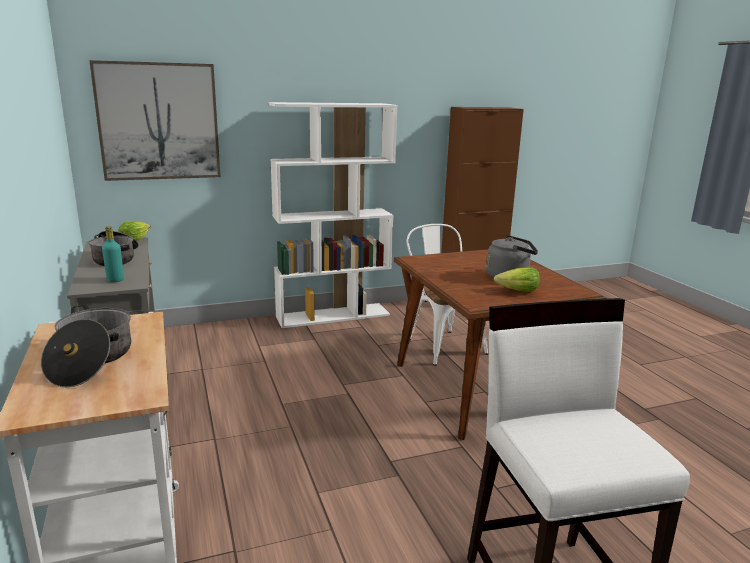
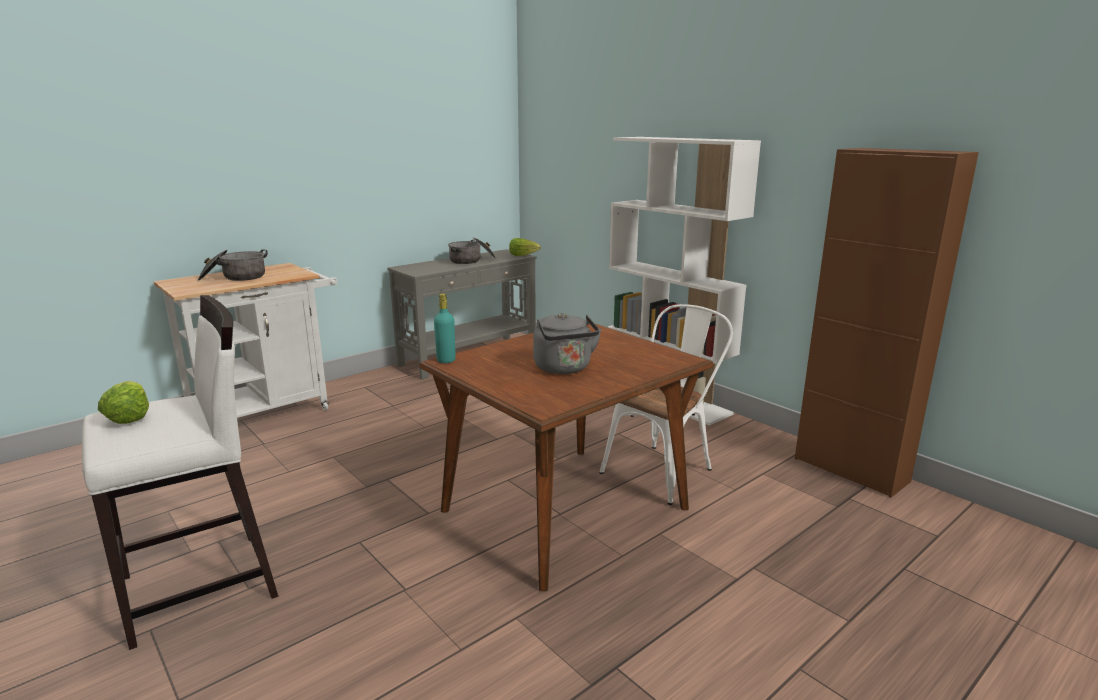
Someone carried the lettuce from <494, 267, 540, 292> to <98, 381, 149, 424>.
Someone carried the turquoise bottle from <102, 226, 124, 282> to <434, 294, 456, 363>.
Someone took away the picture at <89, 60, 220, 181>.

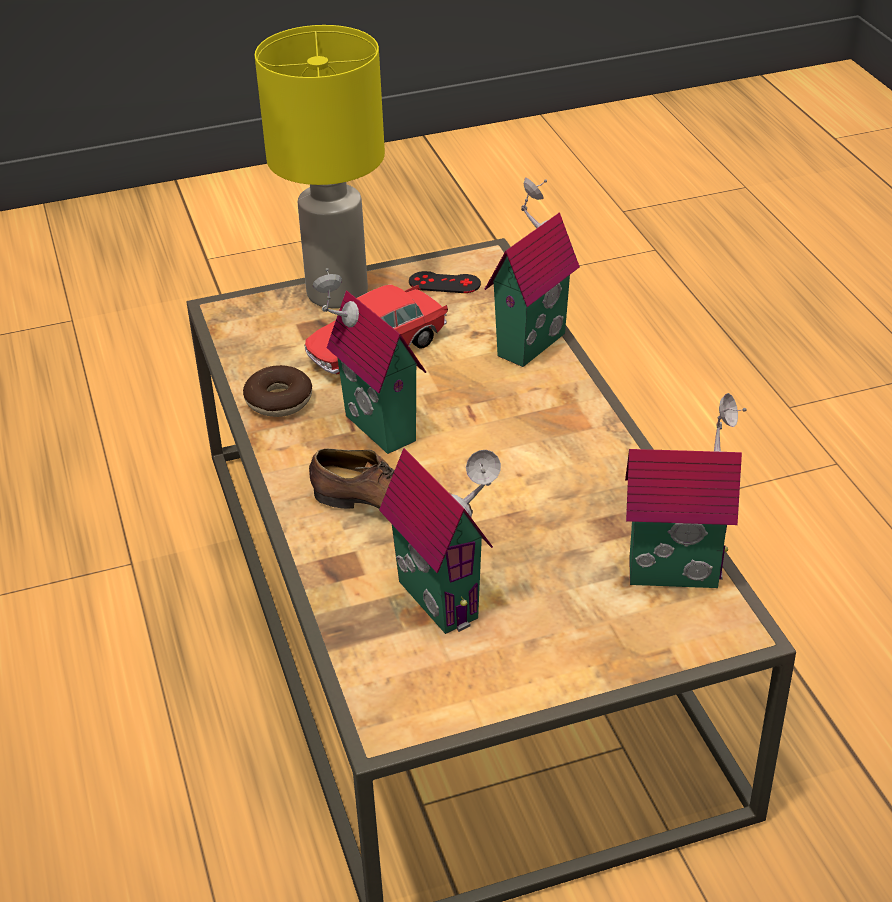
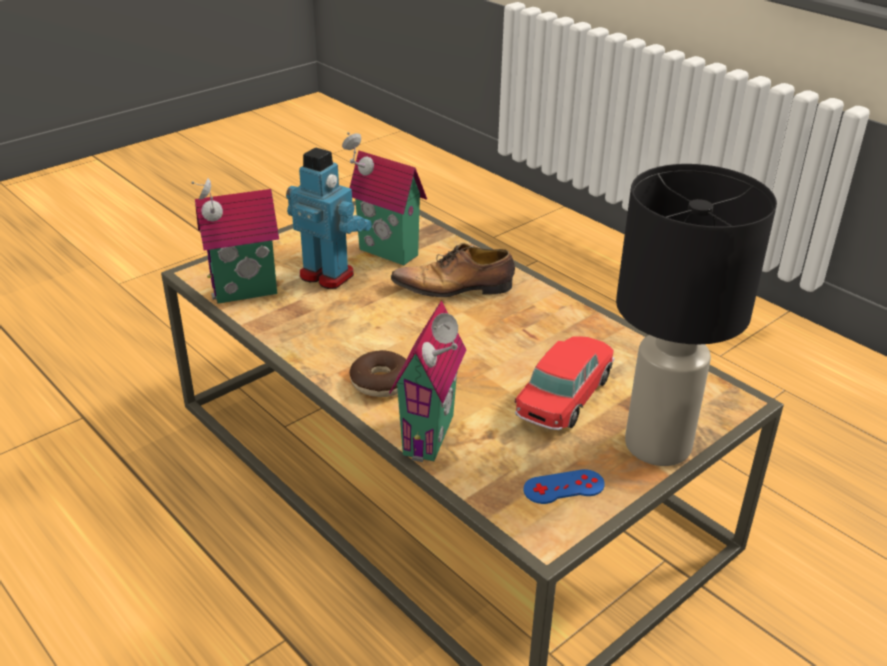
Someone put down the toy robot at <286, 147, 372, 289>.
Someone carried the donut from <243, 365, 312, 417> to <349, 350, 406, 397>.
Someone repainted the black game controller at <409, 271, 481, 293>, which became the blue game controller at <523, 469, 605, 504>.
Someone repainted the yellow table lamp at <255, 25, 385, 309>, which became the black table lamp at <616, 164, 777, 466>.
Someone took away the toy house at <313, 268, 426, 454>.

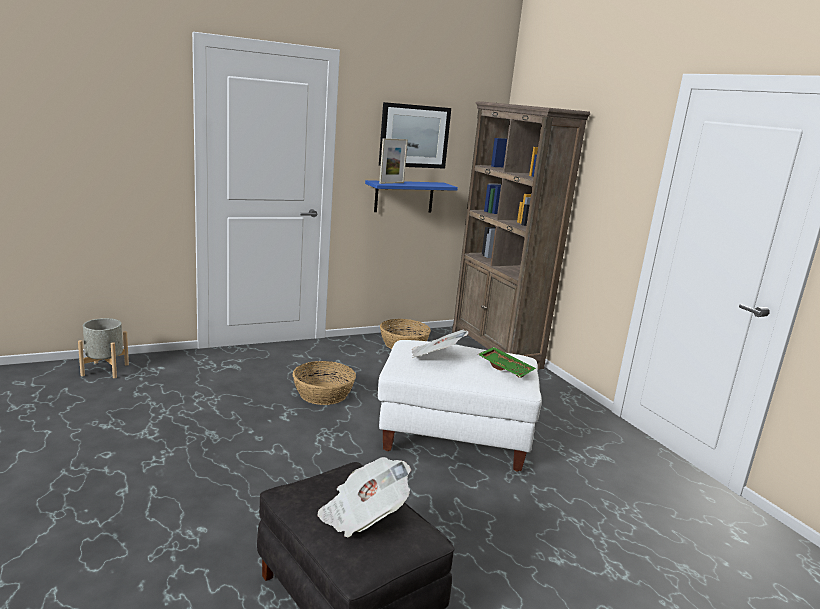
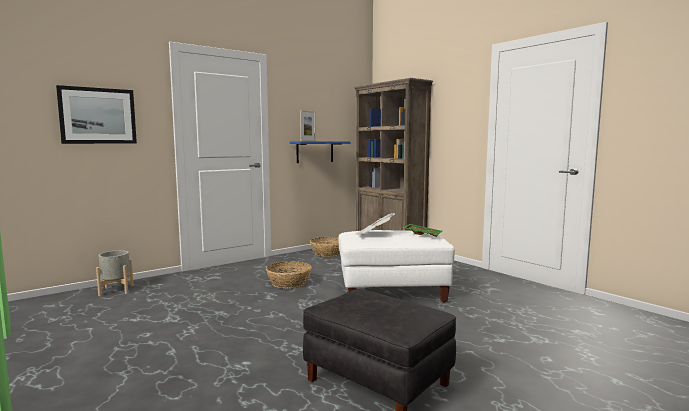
Someone carried the picture from <379, 102, 451, 169> to <56, 85, 137, 144>.
Someone took away the newspaper at <317, 457, 411, 537>.

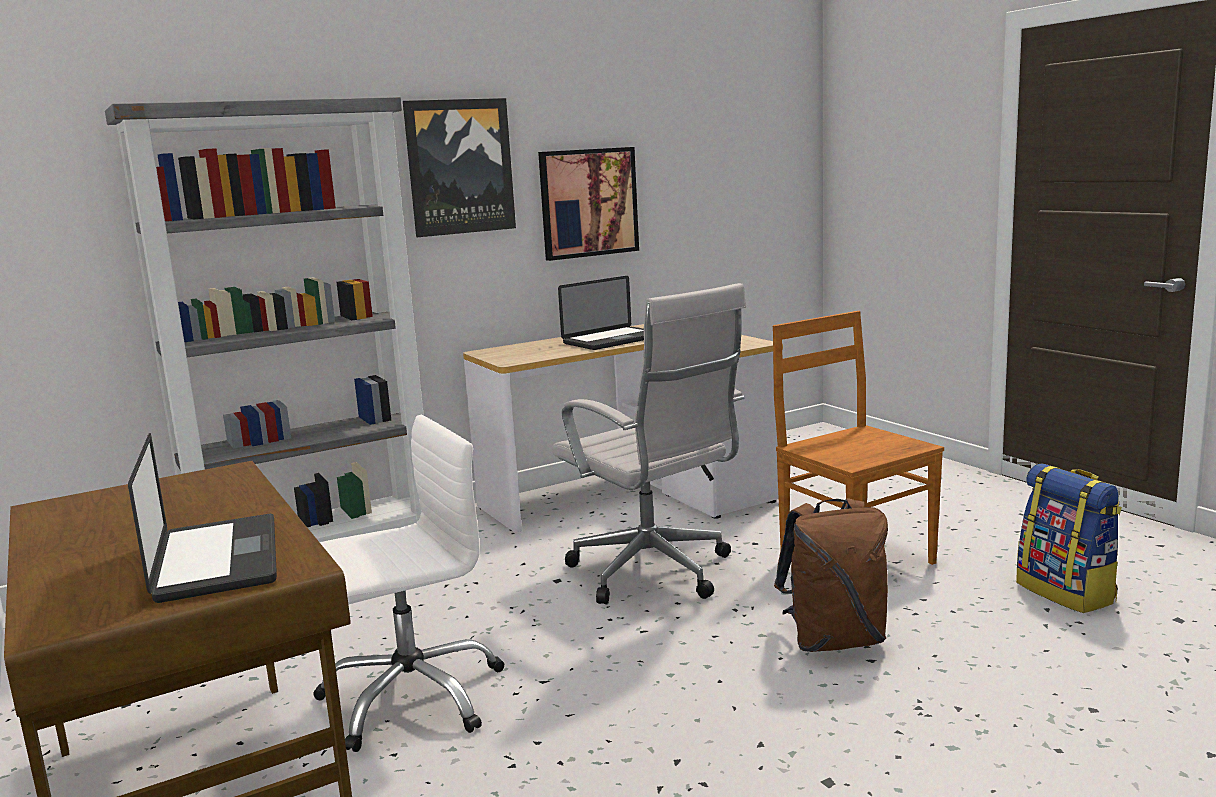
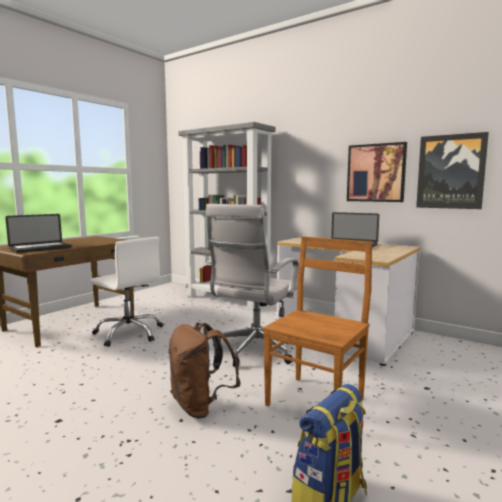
Someone carried the picture from <403, 98, 516, 237> to <416, 132, 489, 209>.

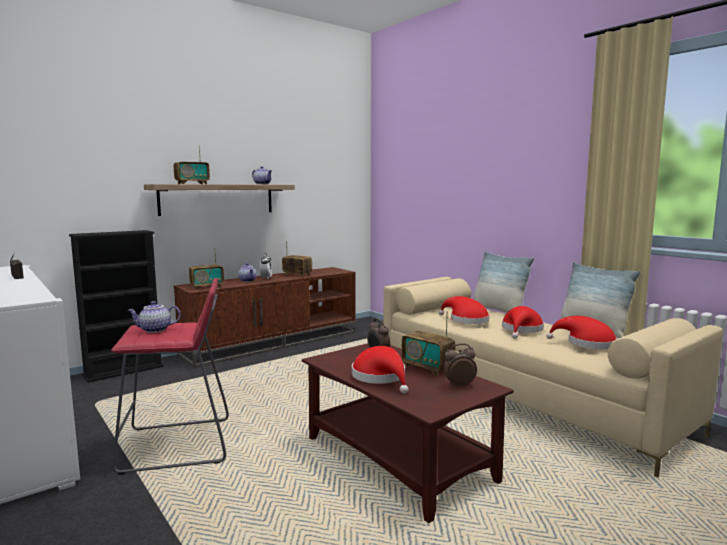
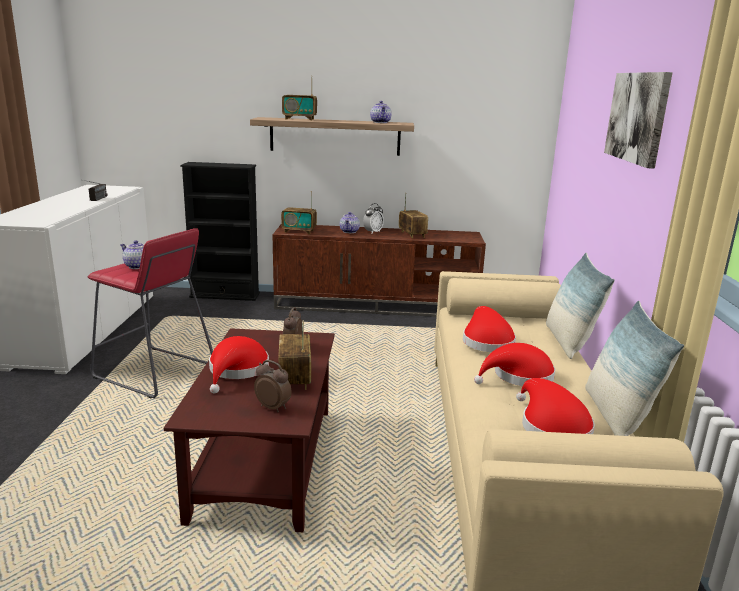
Someone put up the picture at <604, 72, 673, 169>.

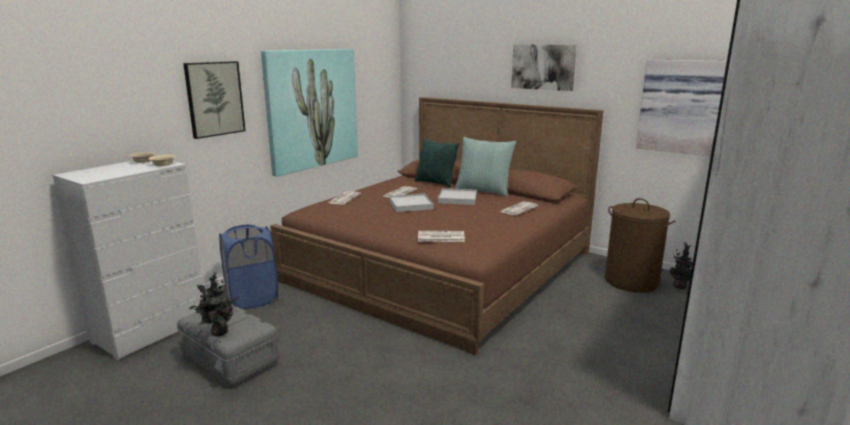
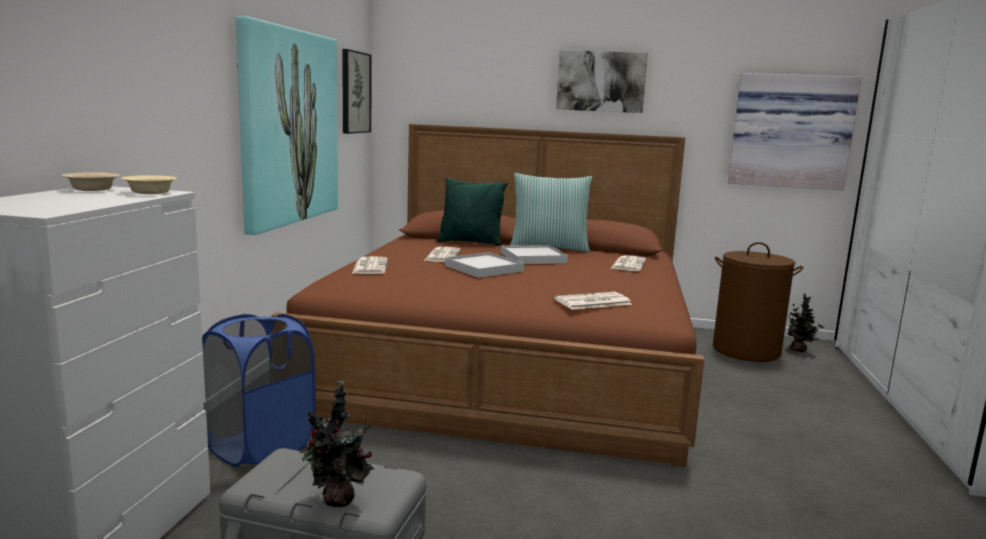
Someone carried the picture from <183, 61, 246, 139> to <342, 49, 372, 134>.

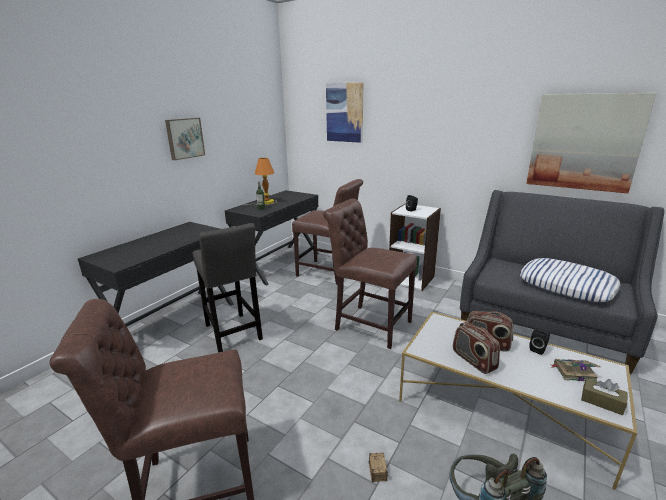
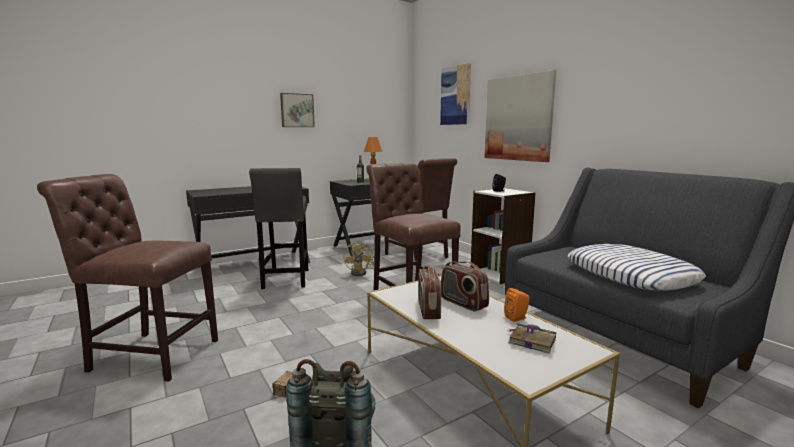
Someone put down the yellow fan at <344, 241, 374, 276>.
Someone carried the picture from <526, 93, 657, 193> to <484, 70, 557, 162>.
Someone repainted the black speaker at <529, 328, 550, 355>, which became the orange speaker at <504, 288, 530, 322>.
Someone took away the brown tissue box at <581, 378, 628, 415>.

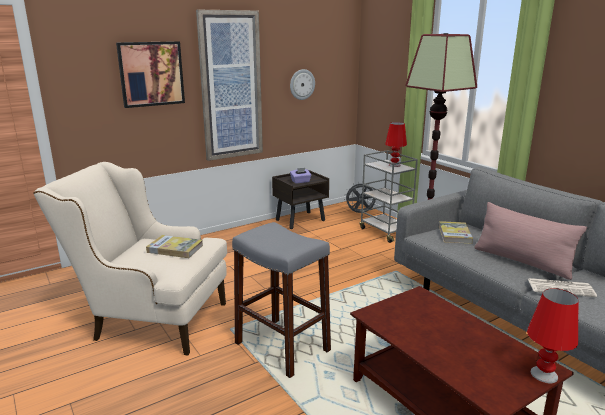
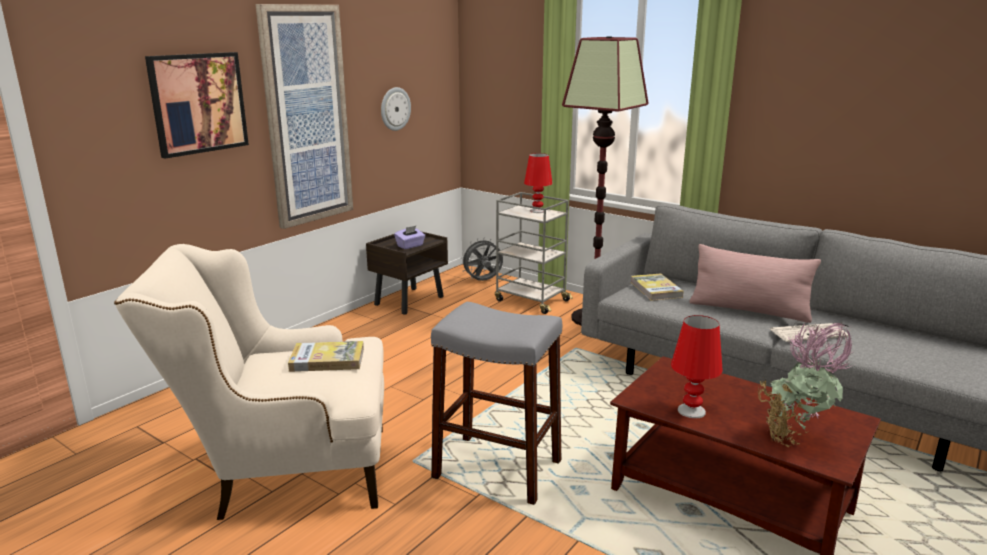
Someone carried the red table lamp from <527, 288, 578, 383> to <671, 315, 723, 419>.
Someone put down the potted plant at <758, 323, 854, 447>.

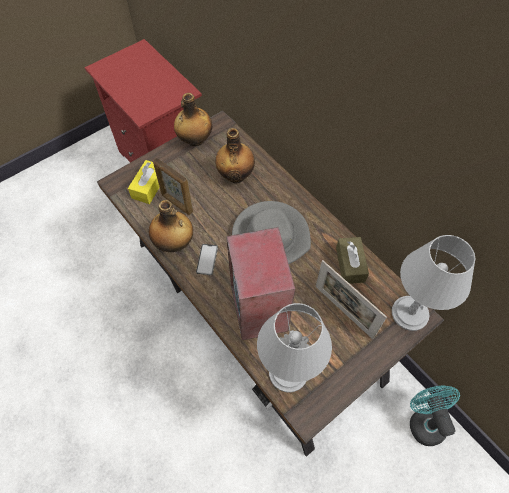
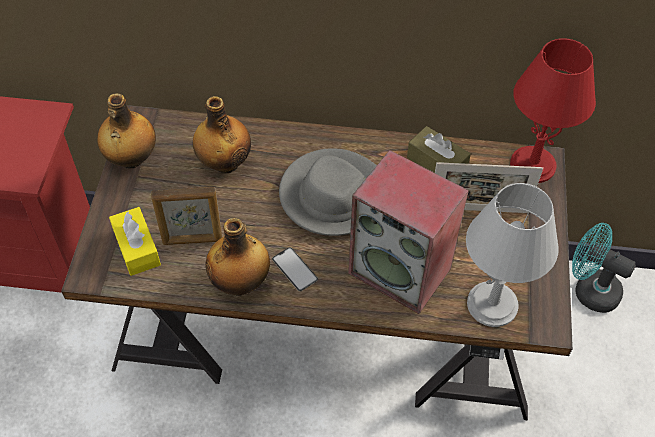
Someone repainted the grey table lamp at <392, 235, 475, 331>, which became the red table lamp at <510, 38, 596, 183>.

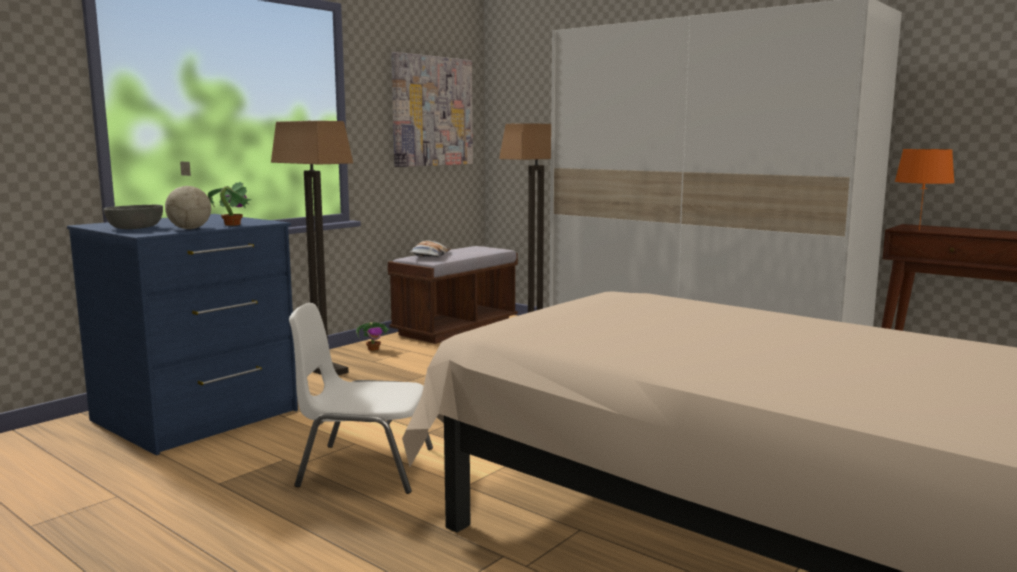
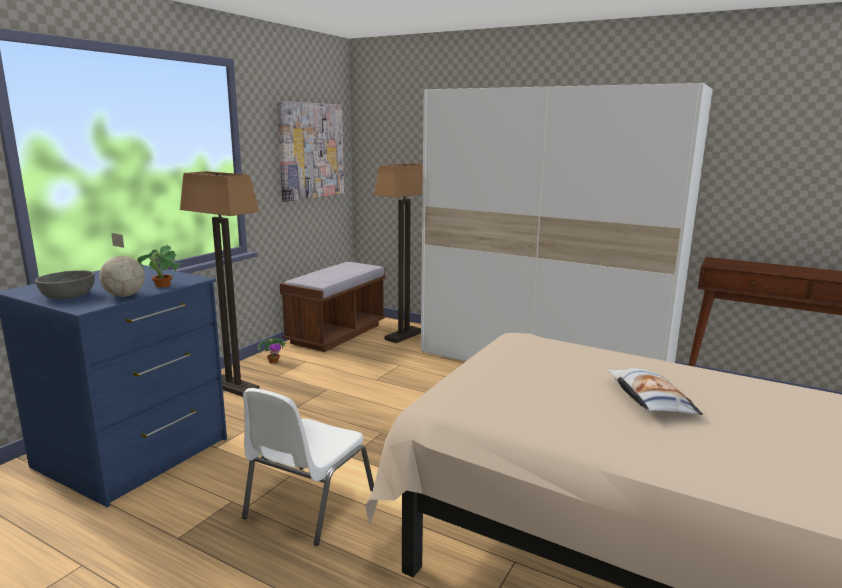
Someone rotated the white chair at <289, 303, 433, 494> by 60 degrees counterclockwise.
Someone carried the pillow from <409, 241, 450, 257> to <608, 368, 703, 415>.
Someone took away the orange table lamp at <895, 149, 955, 230>.

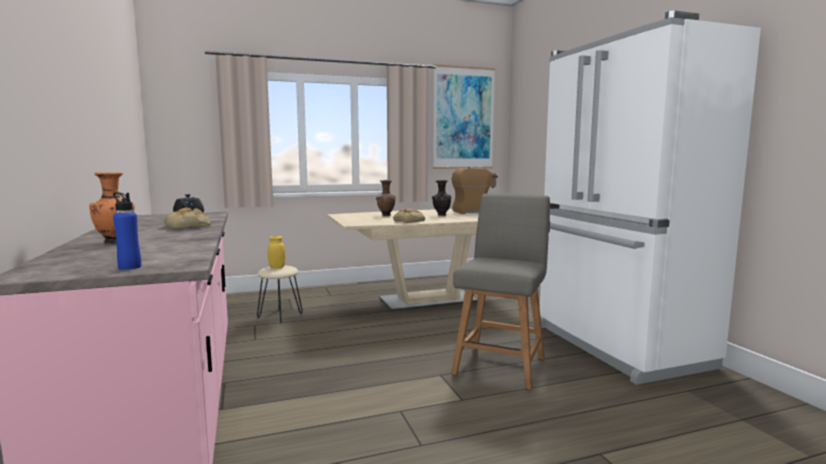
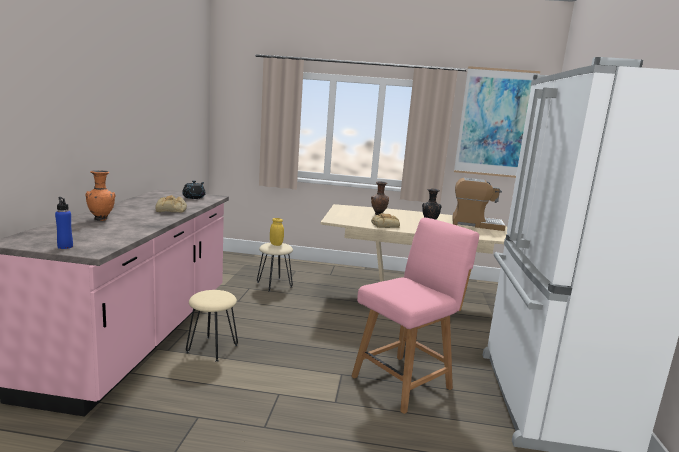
Someone put down the beige stool at <186, 290, 238, 362>.
Someone repainted the grey chair at <451, 193, 550, 390>, which became the pink chair at <351, 218, 479, 414>.

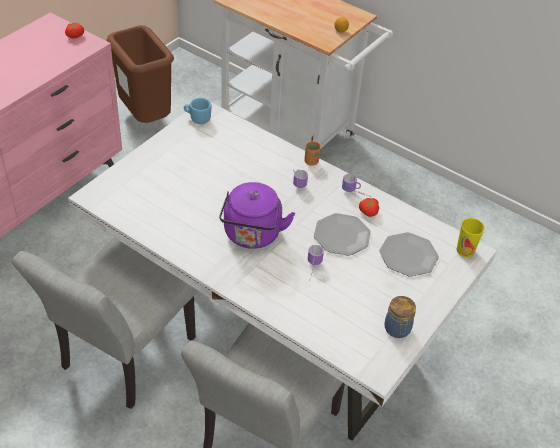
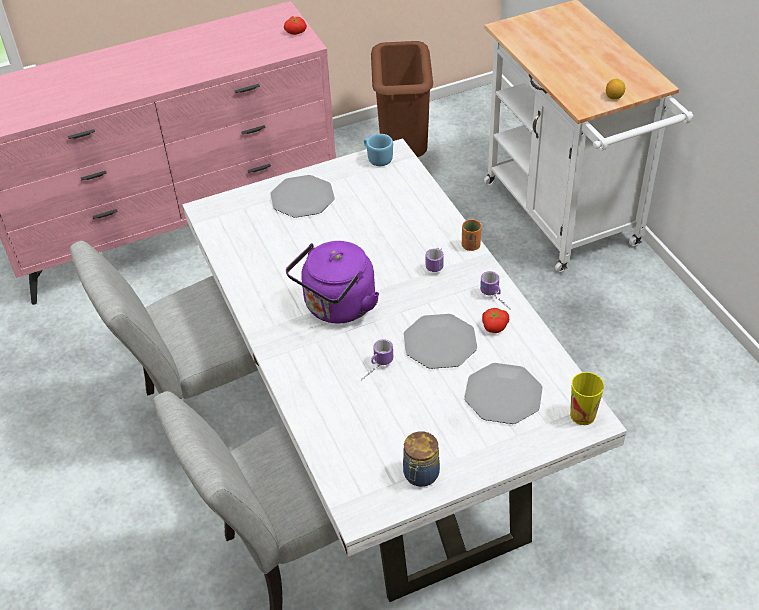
Someone put down the plate at <270, 175, 335, 218>.

